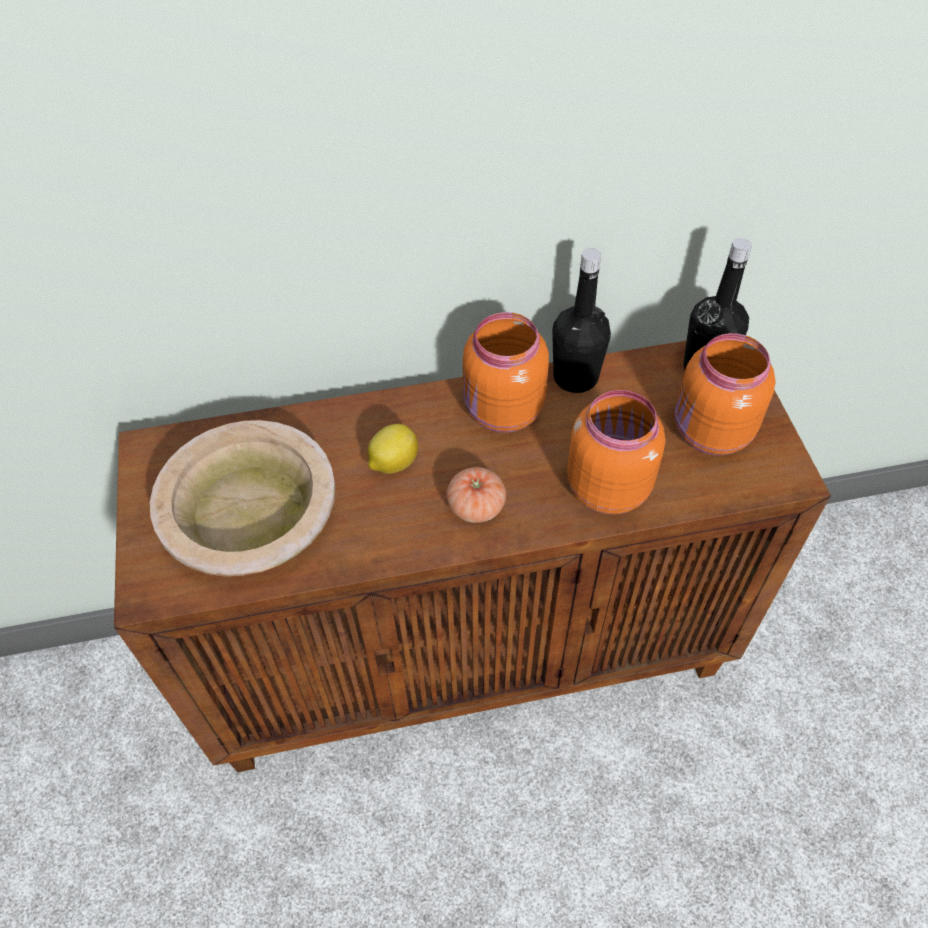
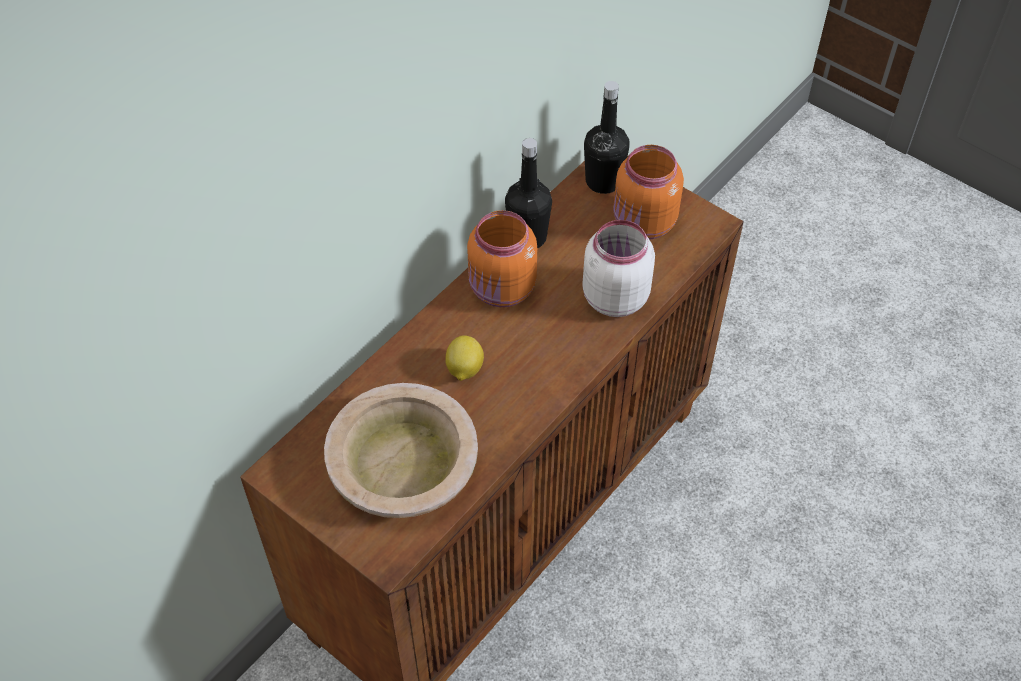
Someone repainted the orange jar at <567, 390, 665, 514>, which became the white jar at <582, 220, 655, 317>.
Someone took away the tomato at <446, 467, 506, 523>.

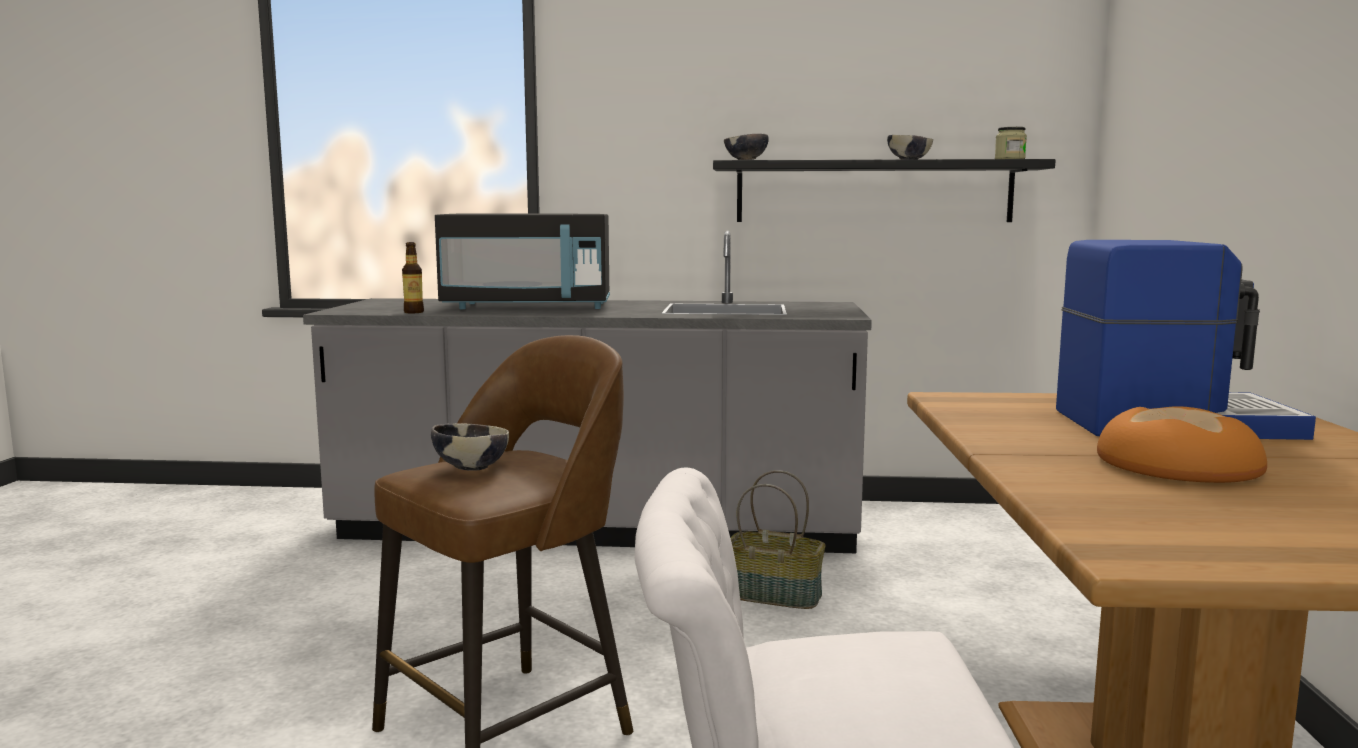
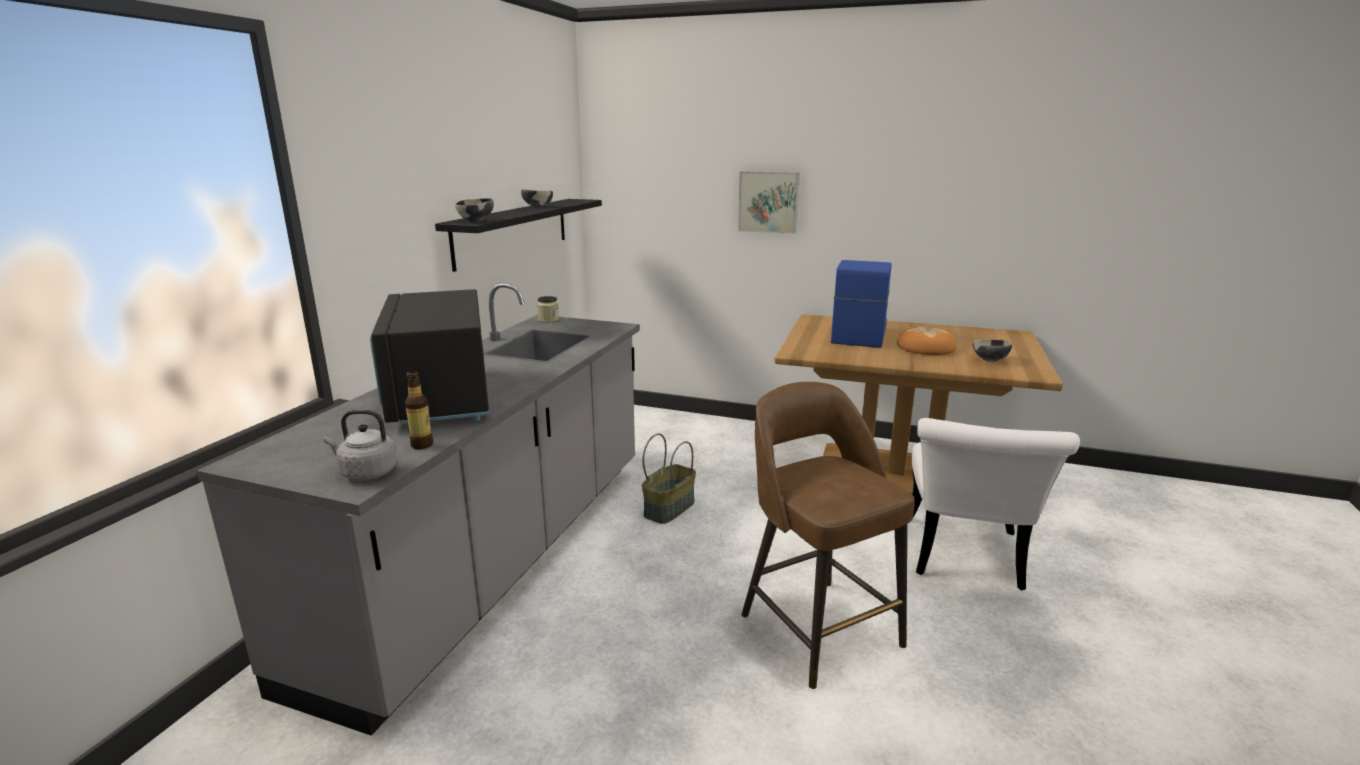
Someone put down the grey kettle at <324, 410, 397, 481>.
Someone rotated the black microwave at <435, 214, 610, 309> by 150 degrees clockwise.
Someone carried the jar from <995, 127, 1027, 159> to <537, 296, 559, 323>.
Someone put up the picture at <738, 171, 800, 234>.
Someone carried the bowl from <431, 423, 509, 471> to <973, 339, 1012, 362>.

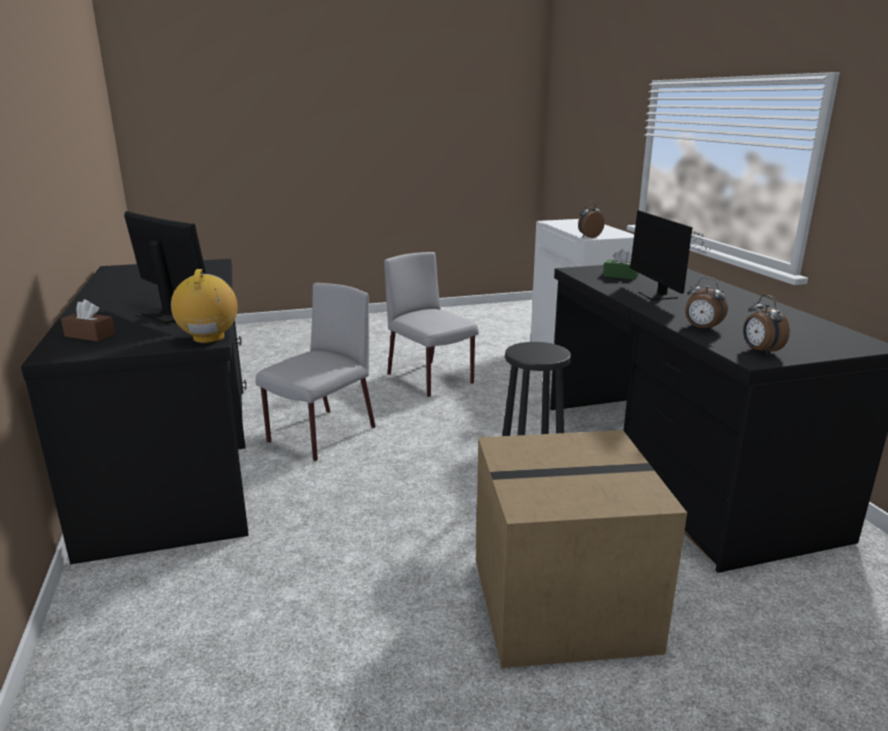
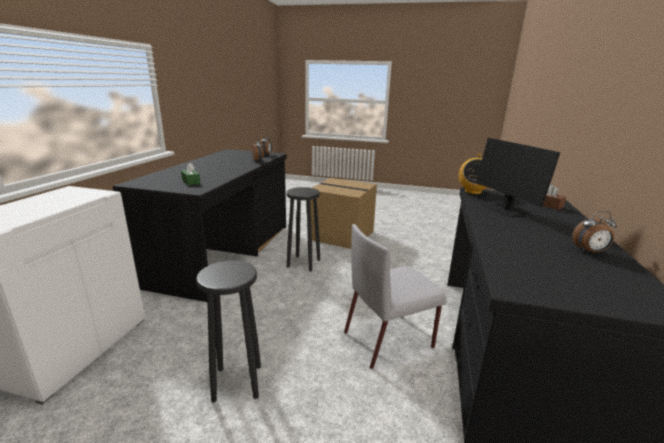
Someone swapped the grey chair at <384, 252, 479, 397> for the black stool at <196, 260, 261, 403>.
Someone carried the alarm clock from <578, 201, 605, 238> to <572, 211, 617, 253>.
Someone took away the monitor at <630, 210, 707, 300>.

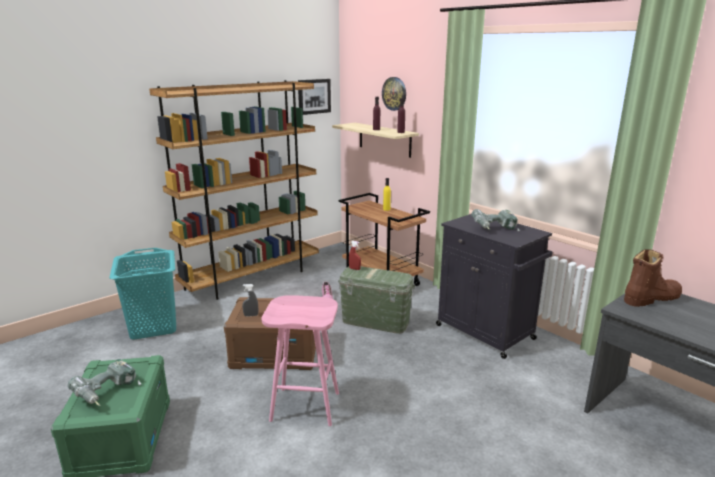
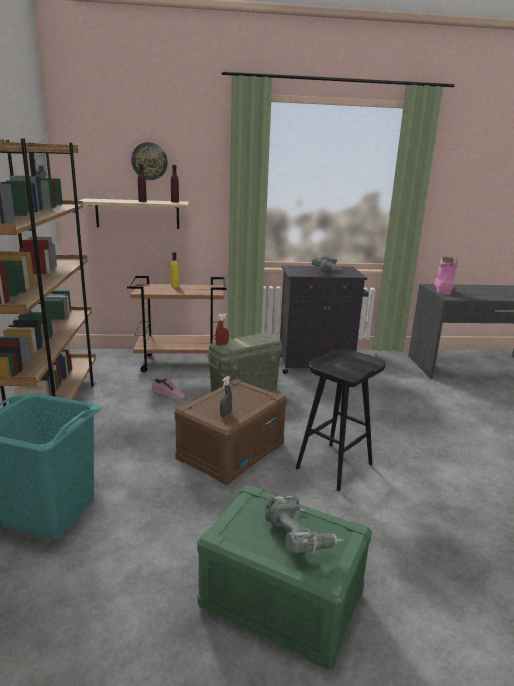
Someone repainted the pink stool at <262, 295, 339, 426>, which became the black stool at <296, 349, 386, 491>.
Someone repainted the brown boot at <624, 249, 682, 307>, which became the pink boot at <434, 256, 458, 295>.

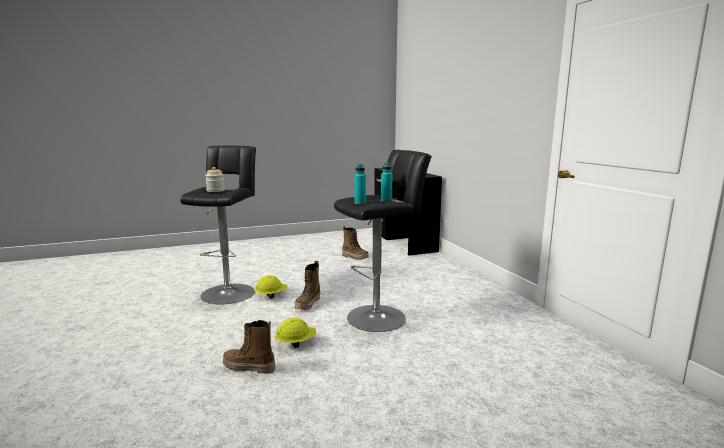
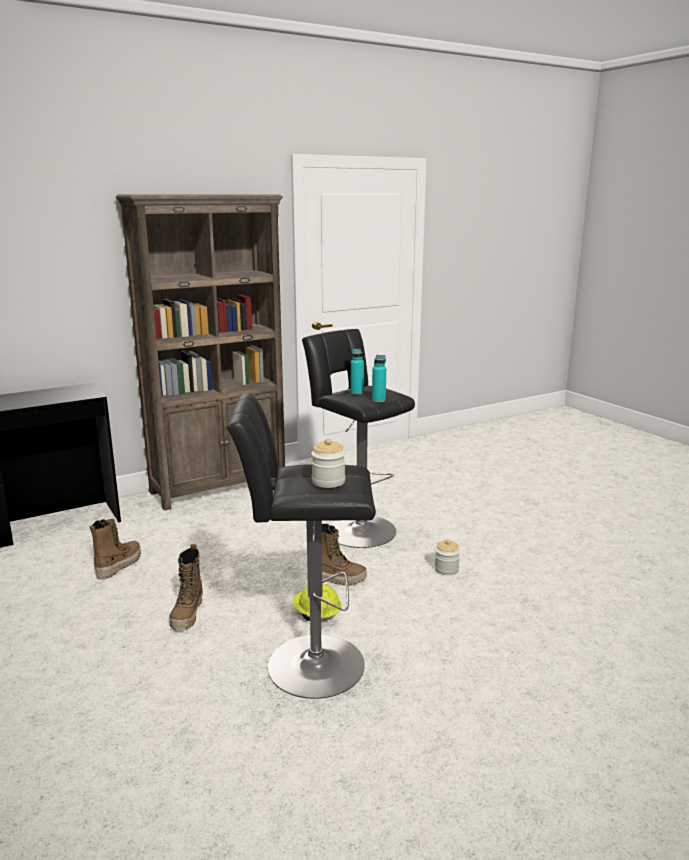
Someone put down the brown bookcase at <116, 195, 285, 511>.
Someone carried the boot from <223, 320, 276, 374> to <169, 544, 203, 629>.
Someone swapped the yellow hard hat at <275, 318, 316, 348> for the jar at <434, 539, 460, 575>.

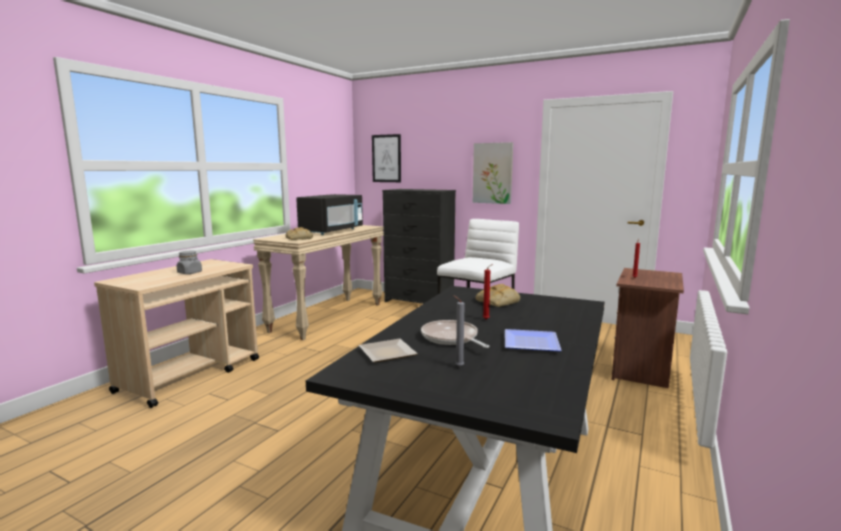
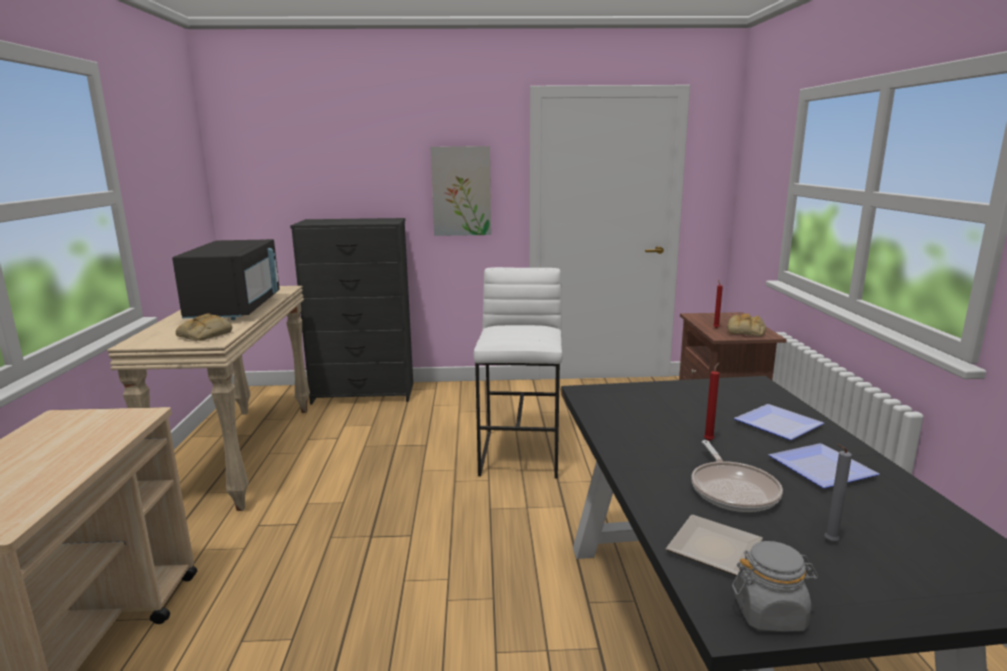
Someone rotated the frying pan at <421, 320, 490, 348> by 120 degrees counterclockwise.
Someone carried the bread from <476, 284, 520, 307> to <727, 313, 766, 336>.
Someone carried the grey jar from <177, 251, 202, 274> to <732, 541, 818, 632>.
Someone put down the plate at <734, 404, 824, 440>.
Someone took away the picture at <372, 134, 401, 182>.

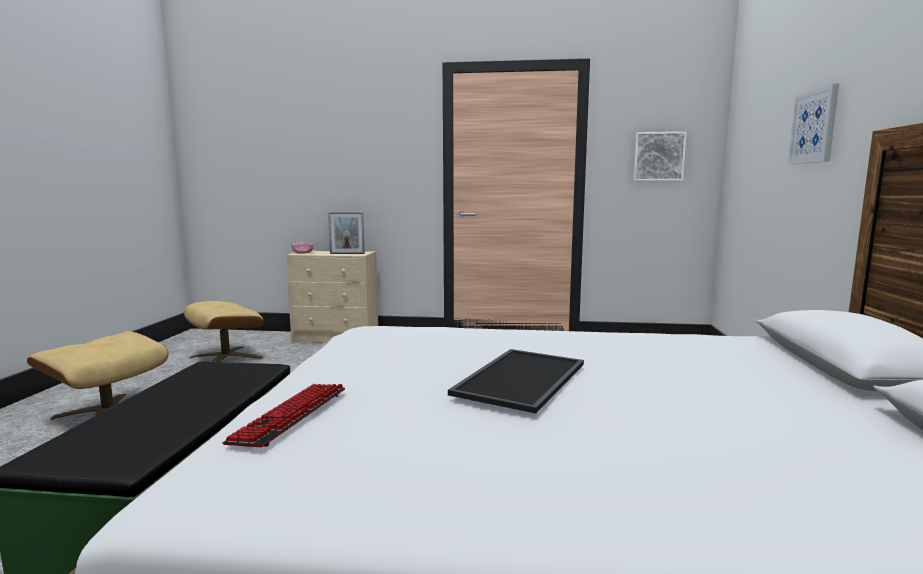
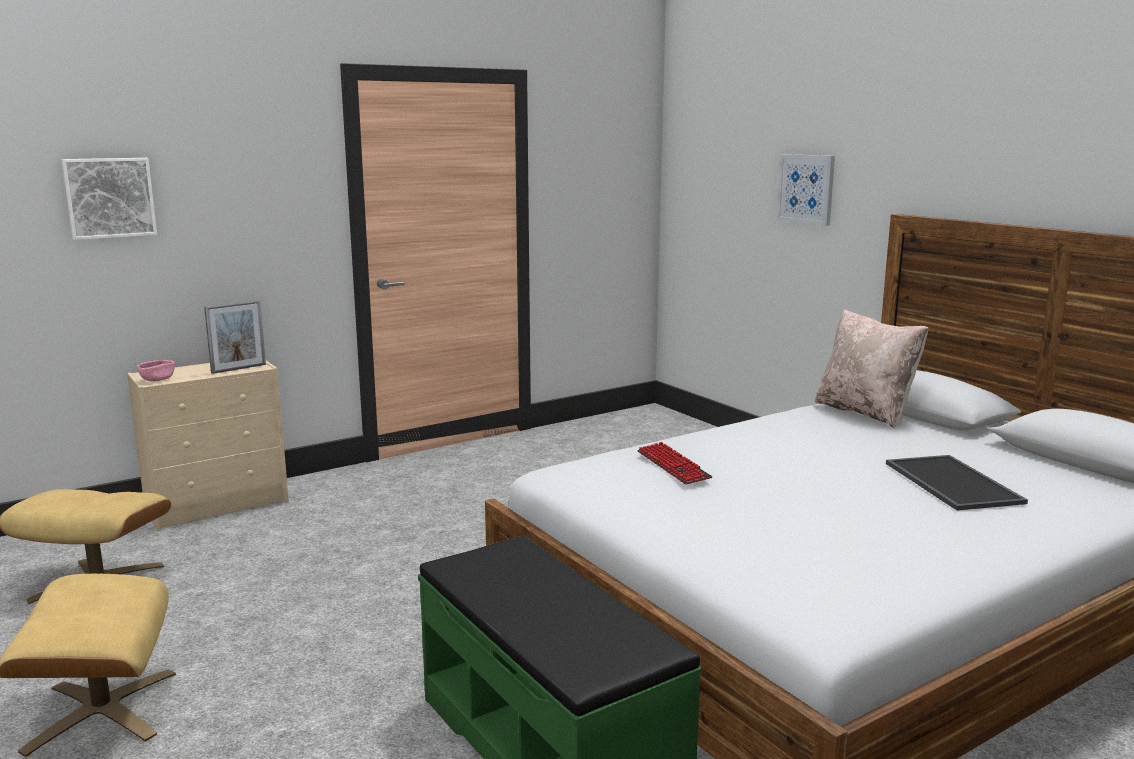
Someone carried the picture from <633, 132, 687, 181> to <61, 158, 157, 240>.
Someone carried the keyboard from <223, 384, 345, 447> to <637, 442, 713, 485>.
Someone put down the beige pillow at <815, 310, 928, 428>.
Someone carried the tray from <448, 349, 584, 414> to <886, 455, 1028, 511>.

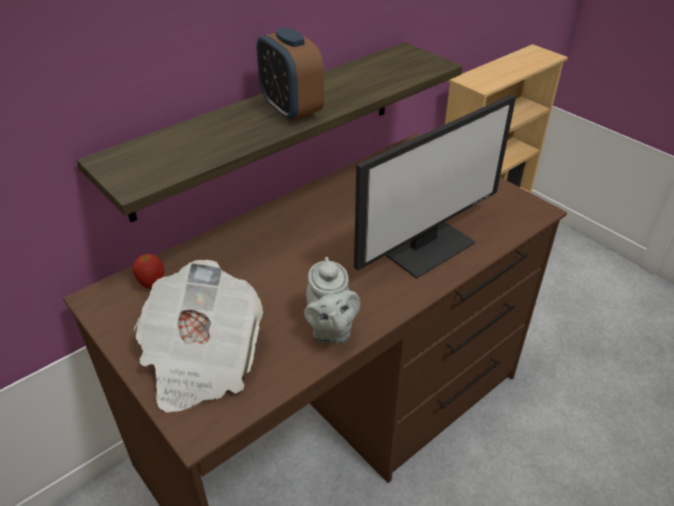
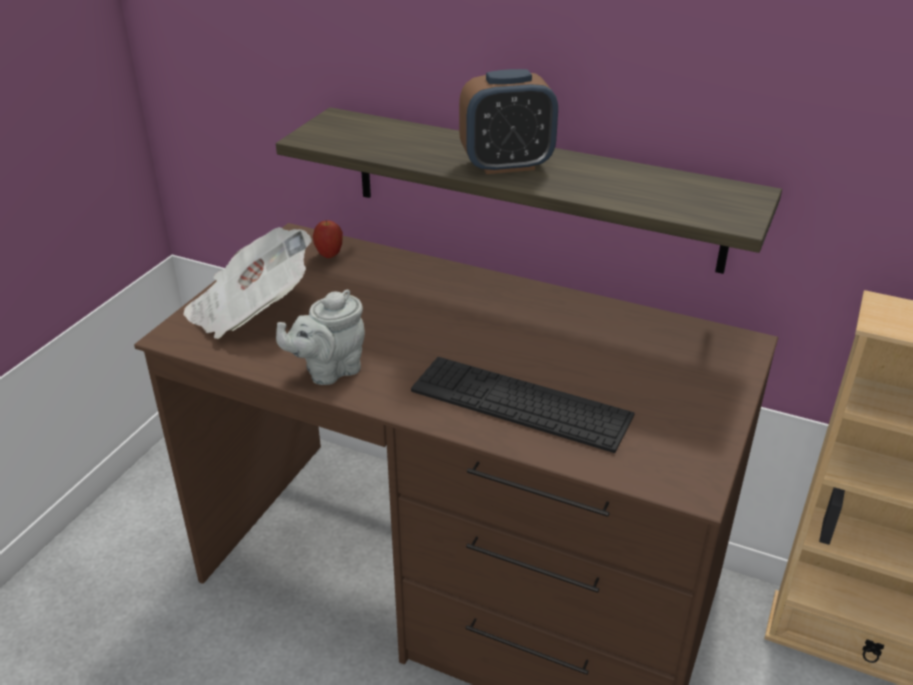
Someone swapped the monitor at <354, 94, 516, 279> for the keyboard at <411, 357, 635, 453>.
Someone rotated the alarm clock at <256, 27, 324, 122> by 135 degrees counterclockwise.

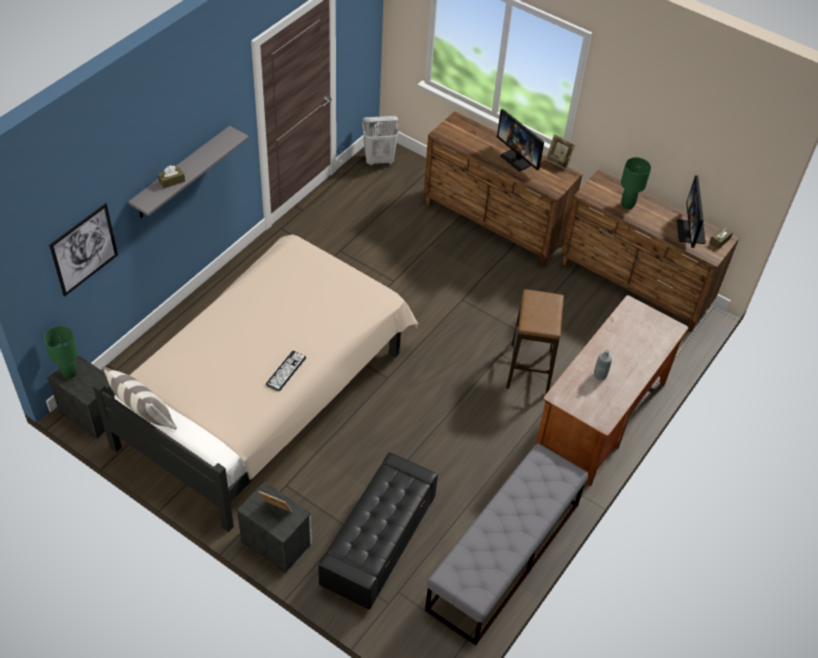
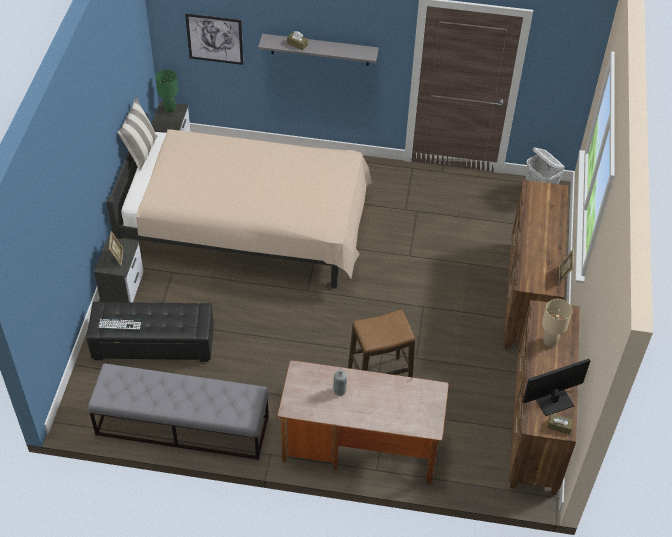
Someone carried the keyboard from <266, 351, 306, 391> to <98, 318, 143, 332>.
Someone repainted the green table lamp at <621, 157, 651, 209>, which became the beige table lamp at <542, 299, 572, 347>.
Someone took away the monitor at <497, 109, 544, 172>.

